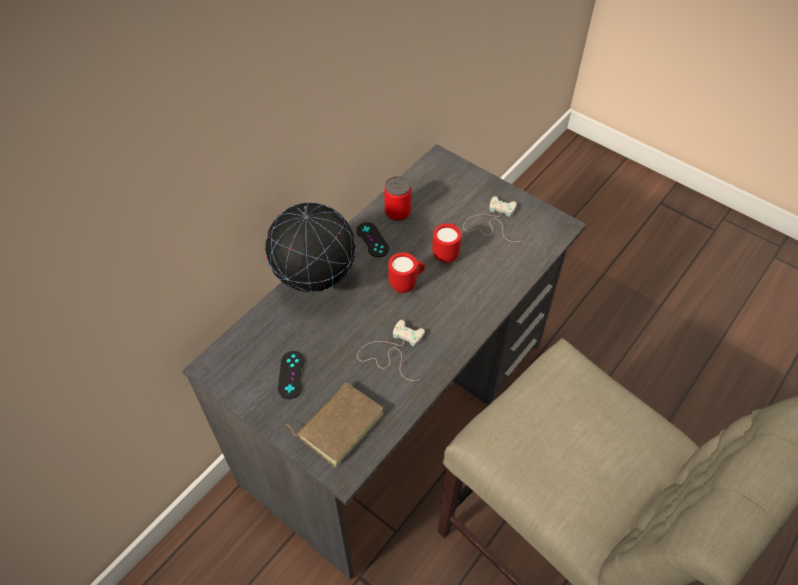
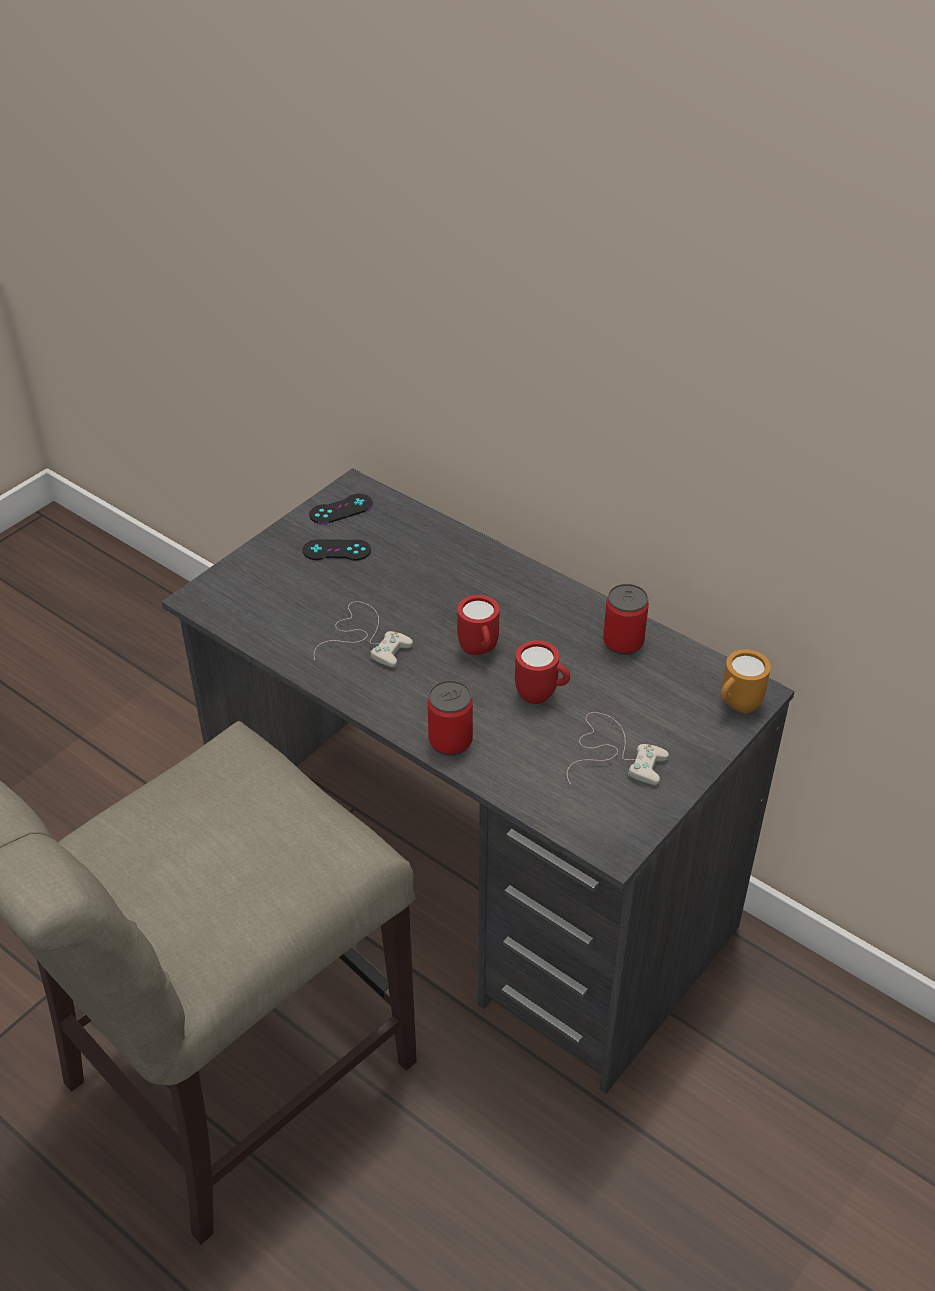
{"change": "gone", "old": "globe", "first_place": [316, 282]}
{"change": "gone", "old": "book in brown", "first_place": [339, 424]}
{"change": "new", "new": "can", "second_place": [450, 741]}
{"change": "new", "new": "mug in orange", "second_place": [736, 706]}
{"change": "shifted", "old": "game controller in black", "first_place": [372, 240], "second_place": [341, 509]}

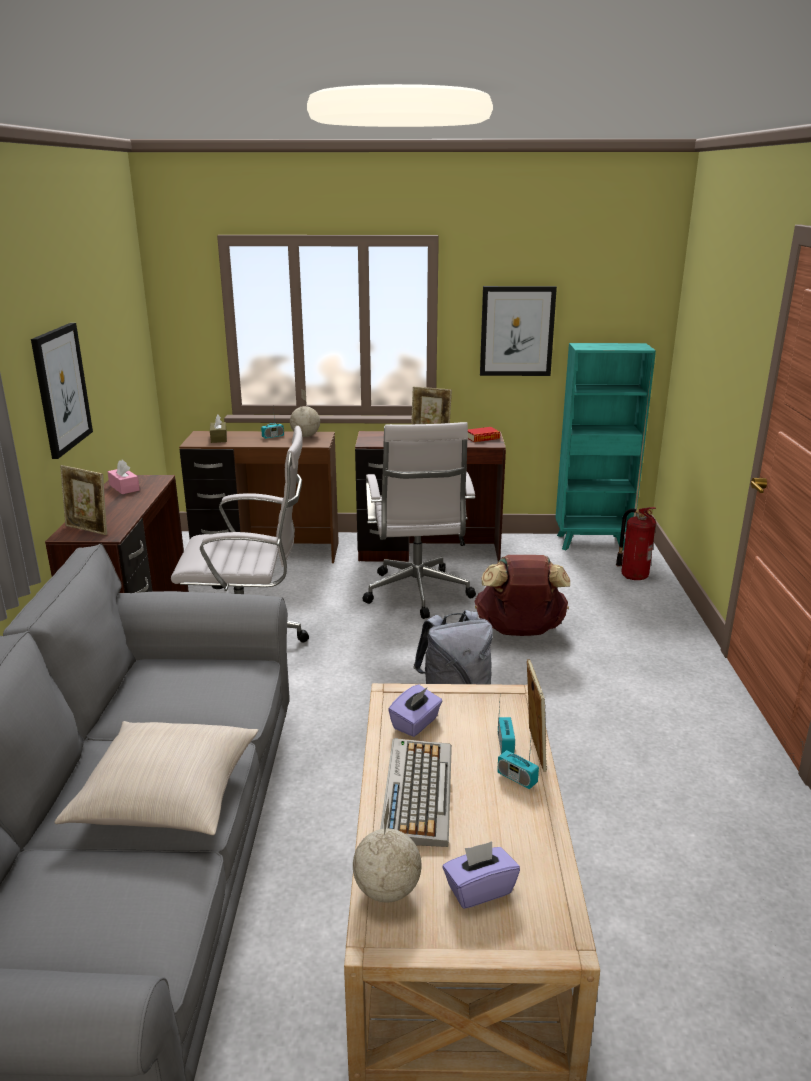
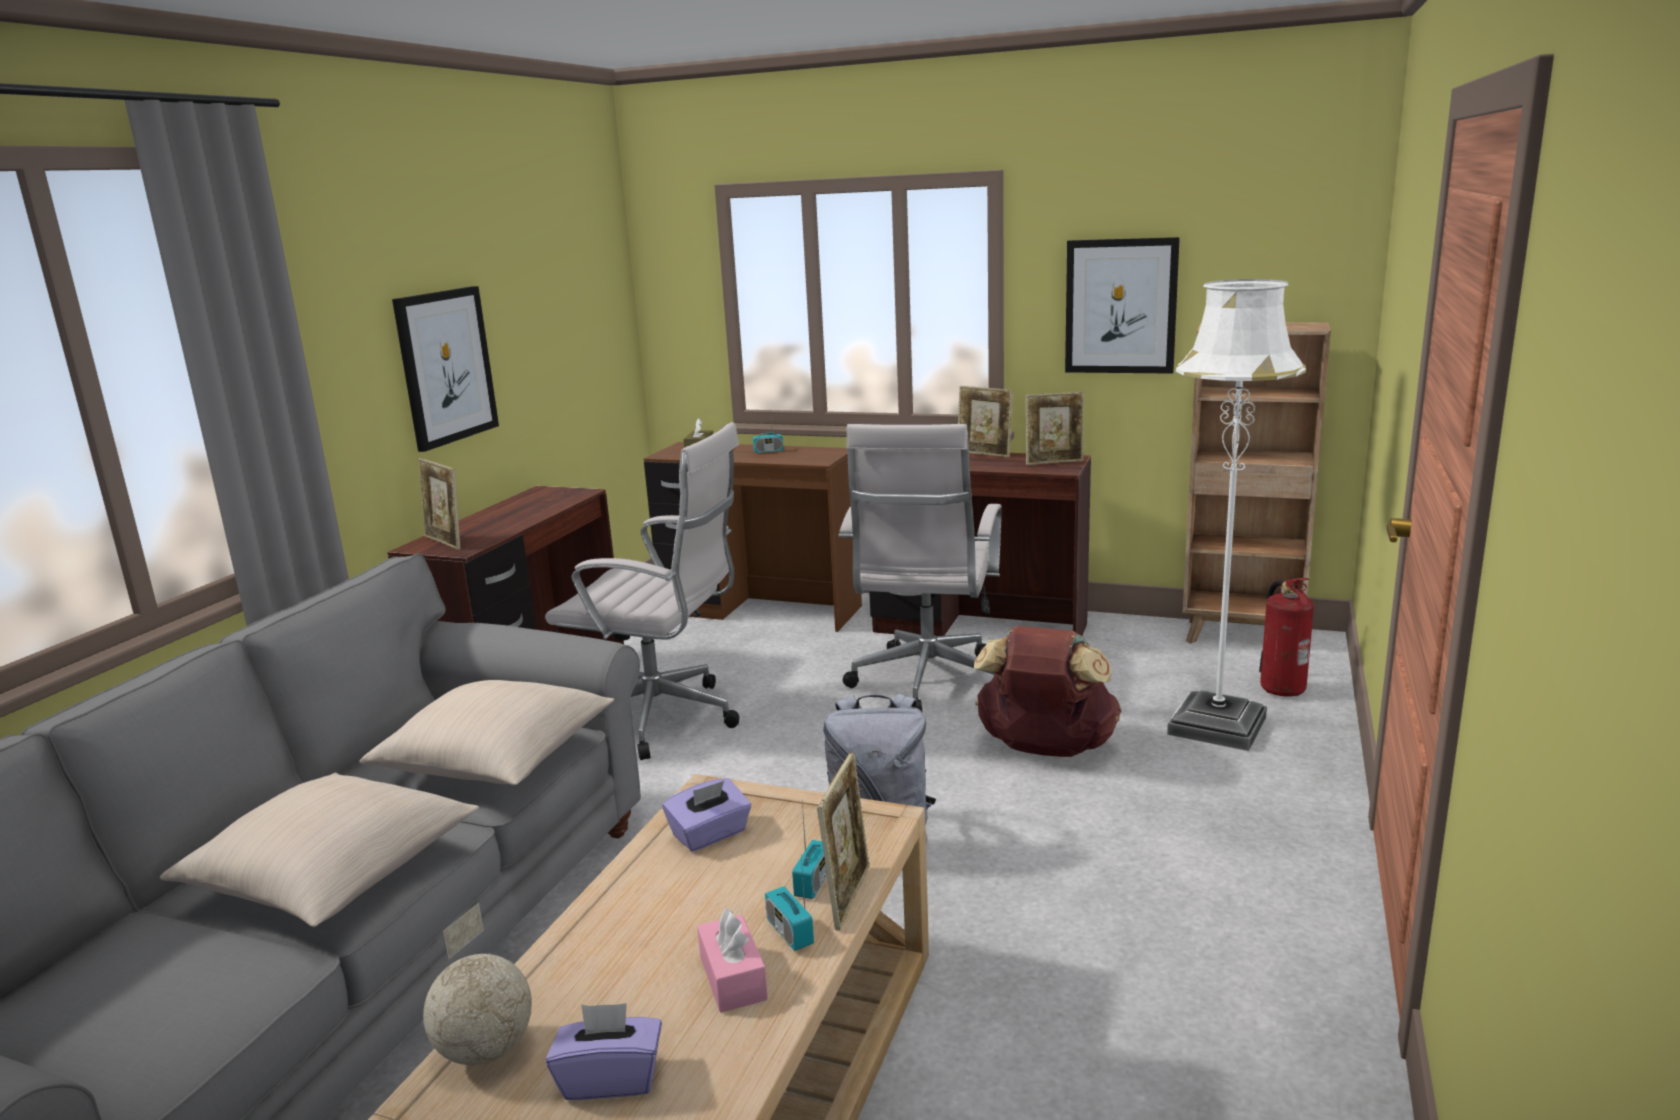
{"change": "gone", "old": "globe", "first_place": [305, 436]}
{"change": "gone", "old": "keyboard", "first_place": [416, 791]}
{"change": "new", "new": "pillow in beige", "second_place": [497, 760]}
{"change": "new", "new": "floor lamp in white", "second_place": [1217, 726]}
{"change": "shifted", "old": "tissue box in pink", "first_place": [124, 487], "second_place": [733, 978]}
{"change": "swapped", "old": "book", "new": "picture frame", "first_place": [482, 438], "second_place": [1054, 462]}
{"change": "repainted", "old": "bookcase in turquoise", "new": "bookcase in brown", "first_place": [592, 543], "second_place": [1242, 636]}

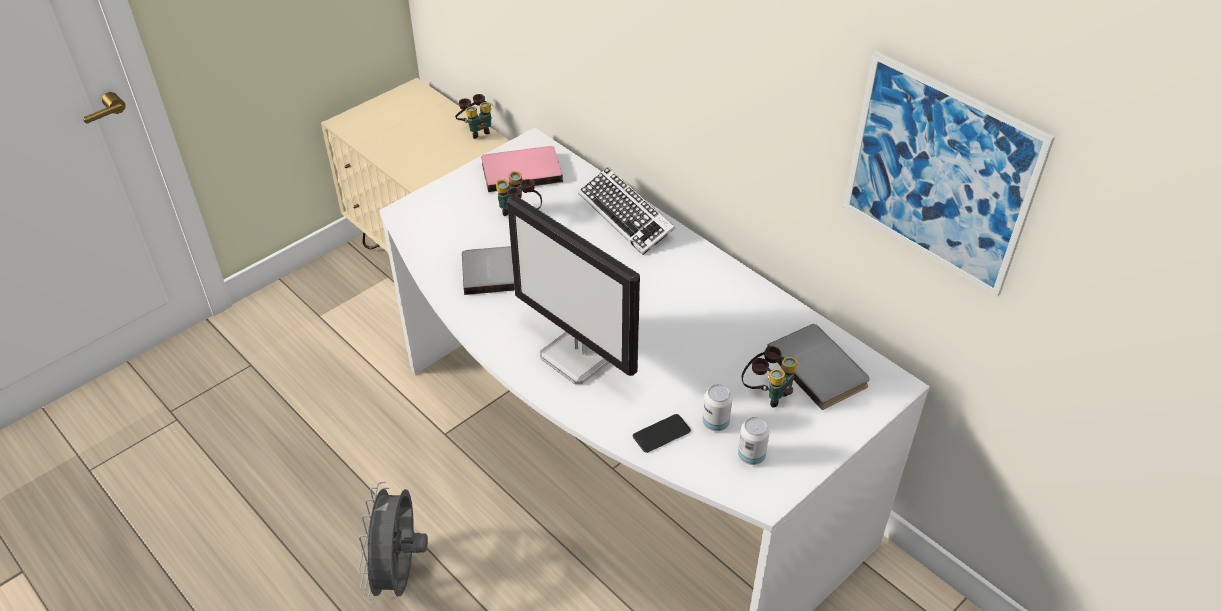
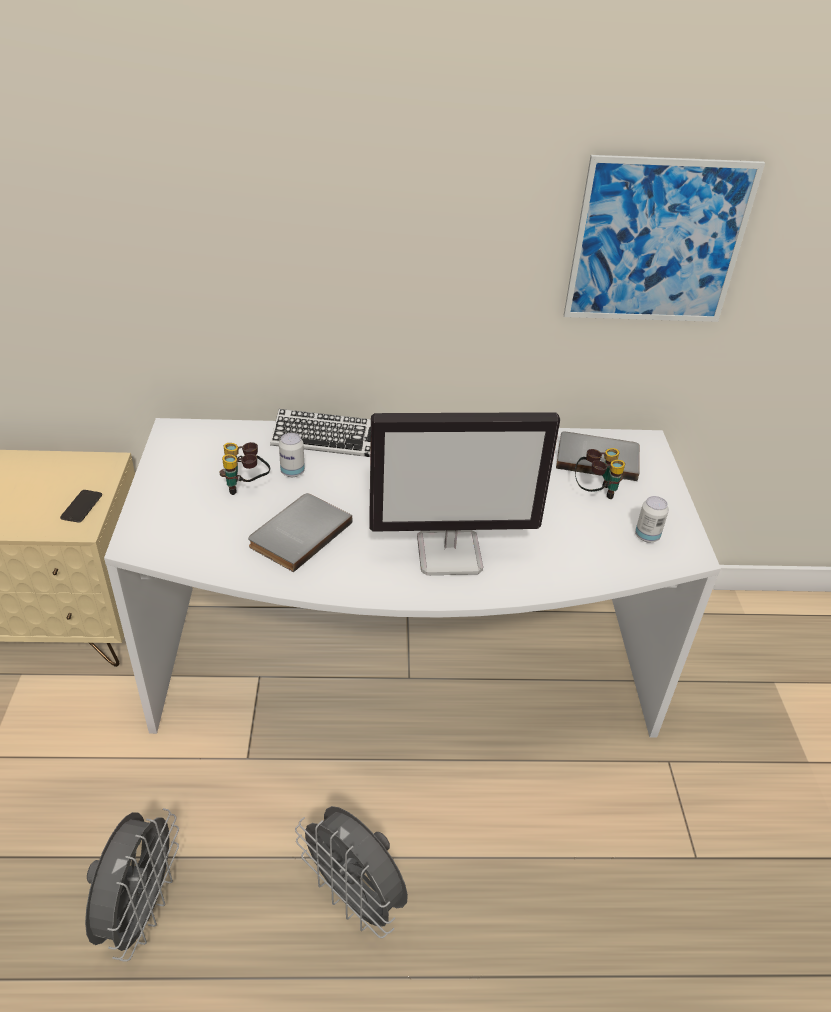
{"change": "gone", "old": "binoculars", "first_place": [477, 130]}
{"change": "gone", "old": "book in pink", "first_place": [521, 170]}
{"change": "new", "new": "fan in grey", "second_place": [140, 911]}
{"change": "shifted", "old": "phone", "first_place": [661, 434], "second_place": [81, 506]}
{"change": "shifted", "old": "can", "first_place": [715, 423], "second_place": [292, 472]}

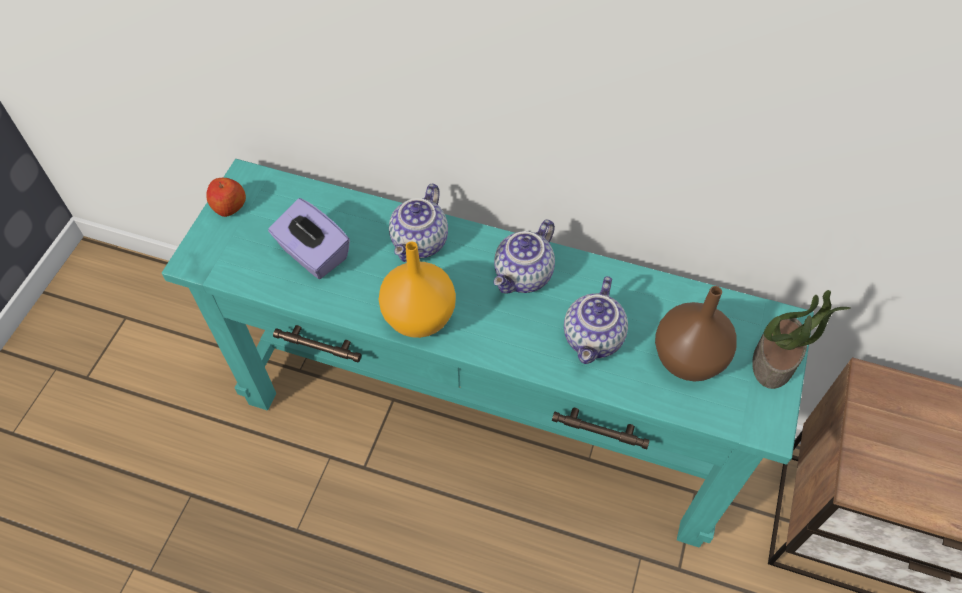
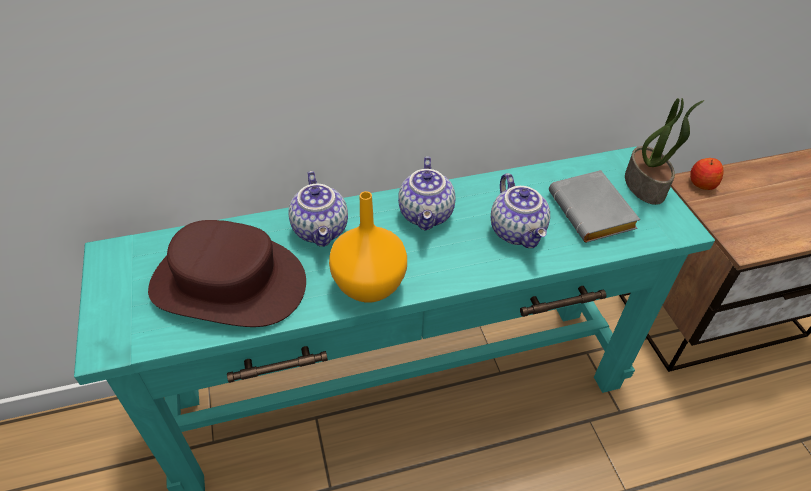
{"change": "shifted", "old": "apple", "first_place": [229, 206], "second_place": [701, 183]}
{"change": "swapped", "old": "tissue box in purple", "new": "hat in brown", "first_place": [313, 254], "second_place": [229, 283]}
{"change": "swapped", "old": "vase in brown", "new": "book in grey", "first_place": [688, 361], "second_place": [594, 213]}

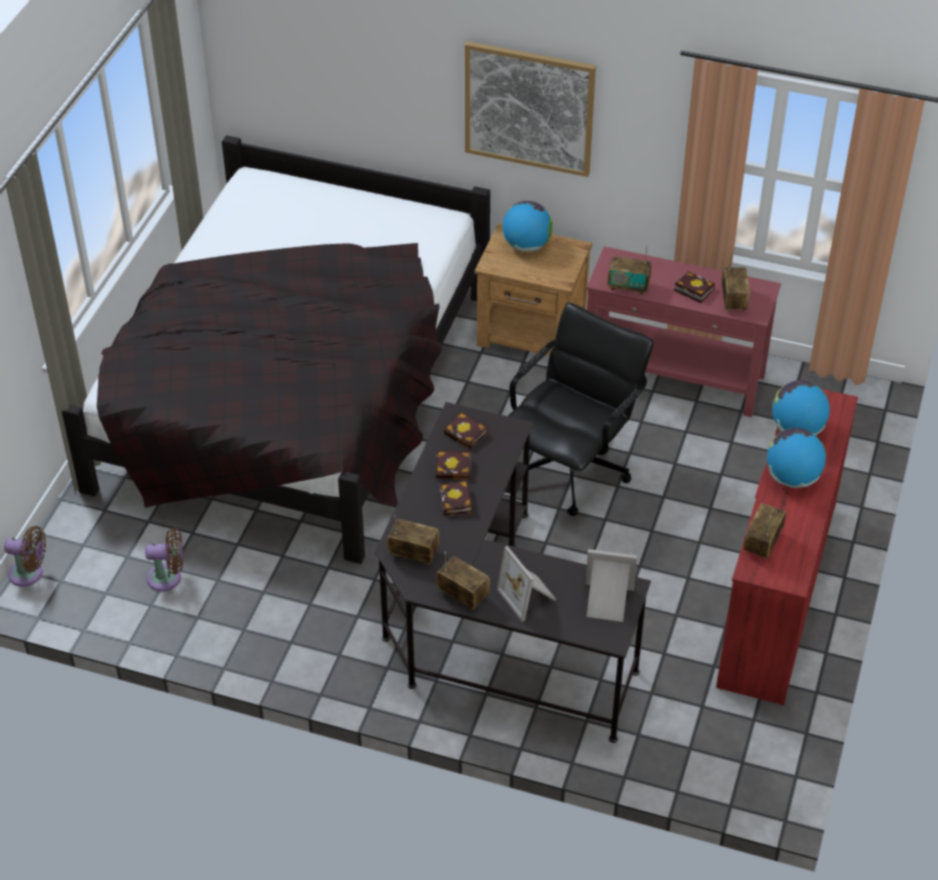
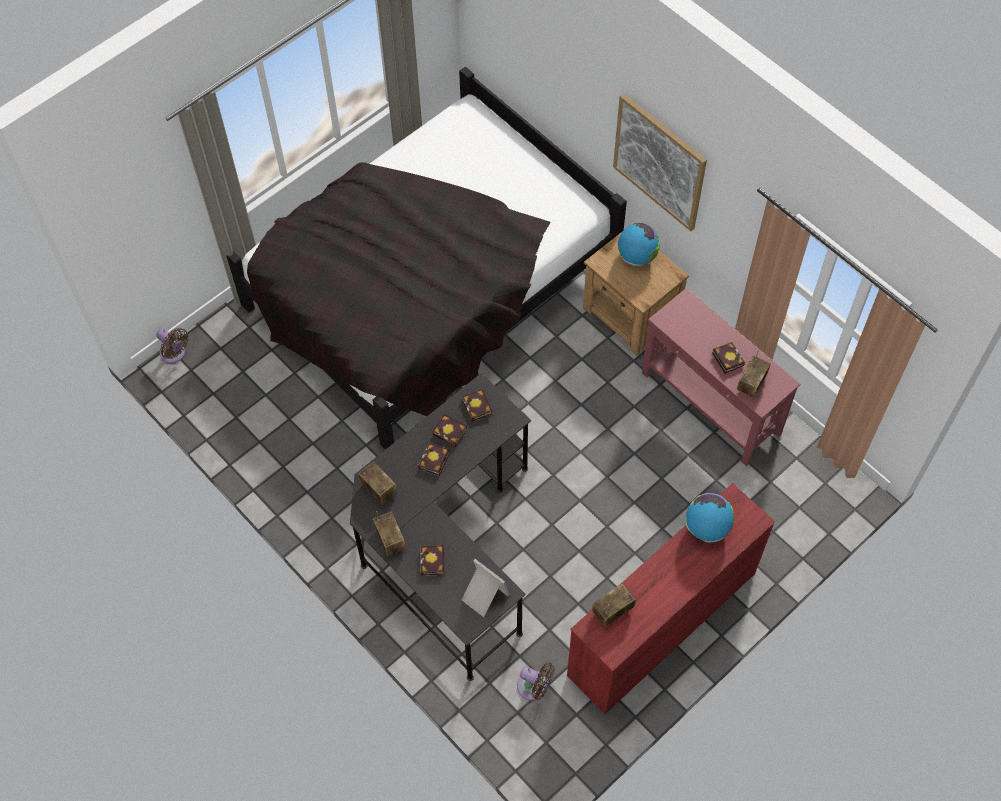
{"change": "gone", "old": "office chair in black", "first_place": [570, 469]}
{"change": "gone", "old": "radio", "first_place": [628, 286]}
{"change": "gone", "old": "globe", "first_place": [792, 477]}
{"change": "shifted", "old": "fan in brown", "first_place": [168, 577], "second_place": [534, 688]}
{"change": "swapped", "old": "picture frame", "new": "book", "first_place": [529, 596], "second_place": [433, 563]}

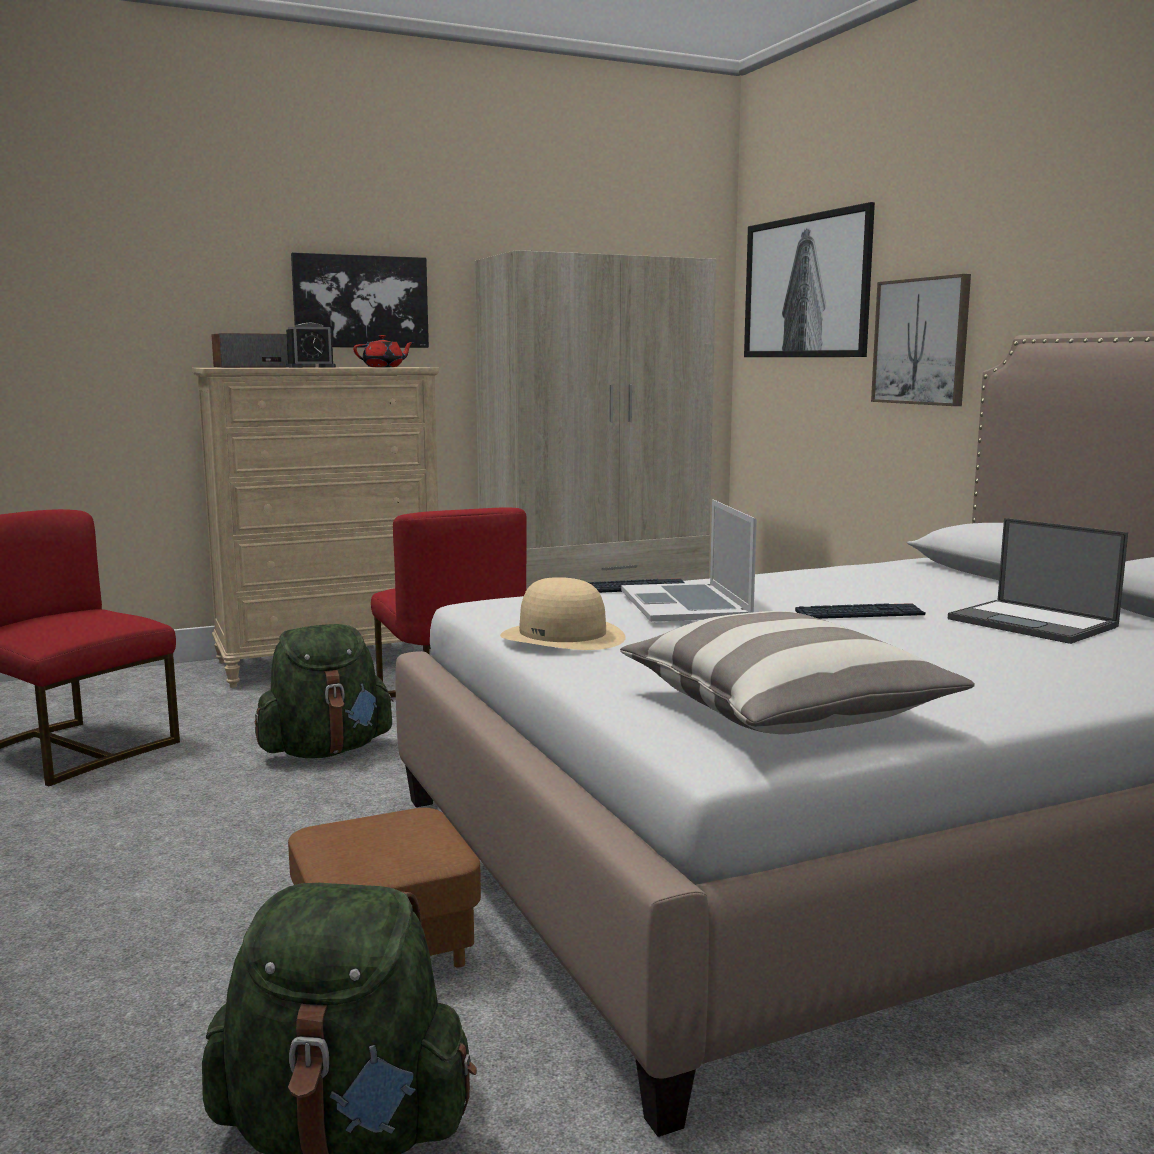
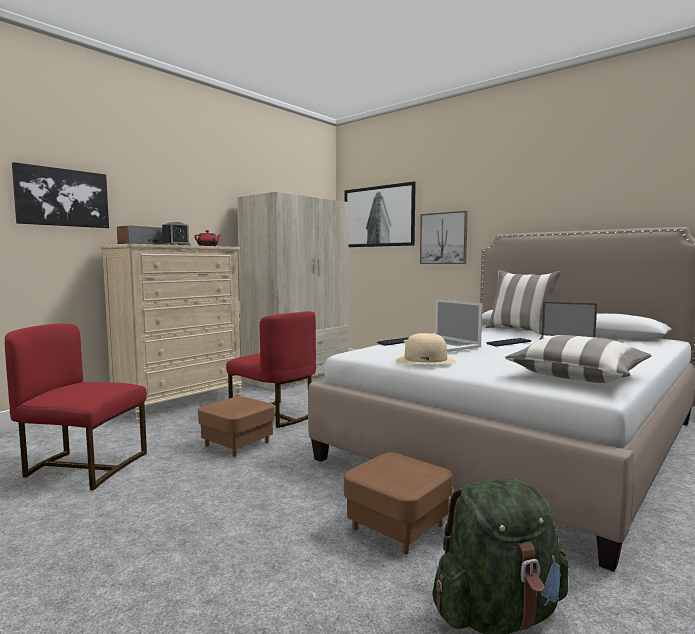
{"change": "new", "new": "pillow", "second_place": [520, 331]}
{"change": "shifted", "old": "picture", "first_place": [360, 301], "second_place": [62, 197]}
{"change": "swapped", "old": "backpack in green", "new": "ottoman in brown", "first_place": [326, 750], "second_place": [237, 444]}

